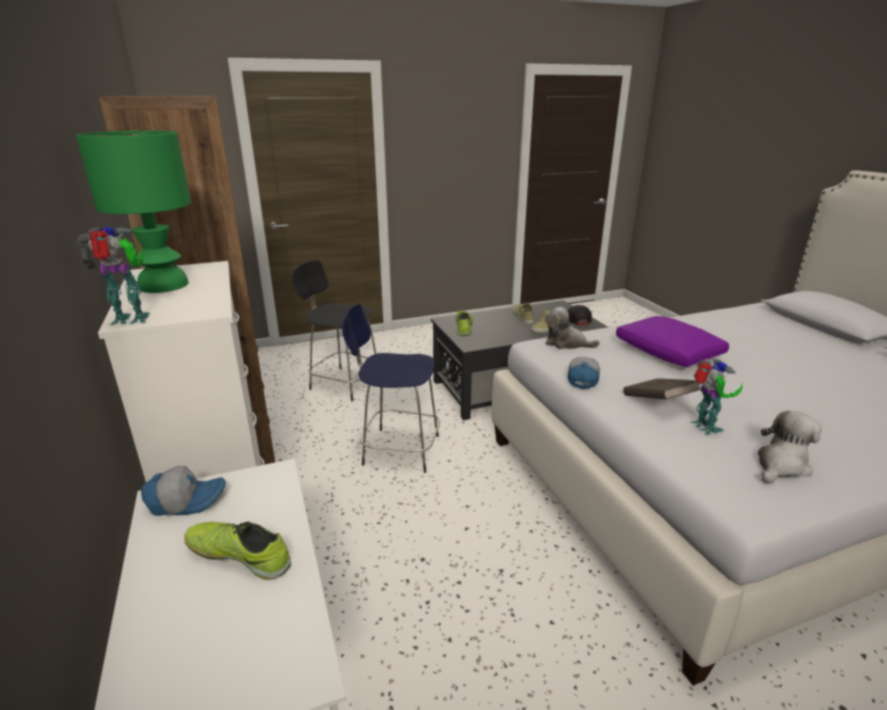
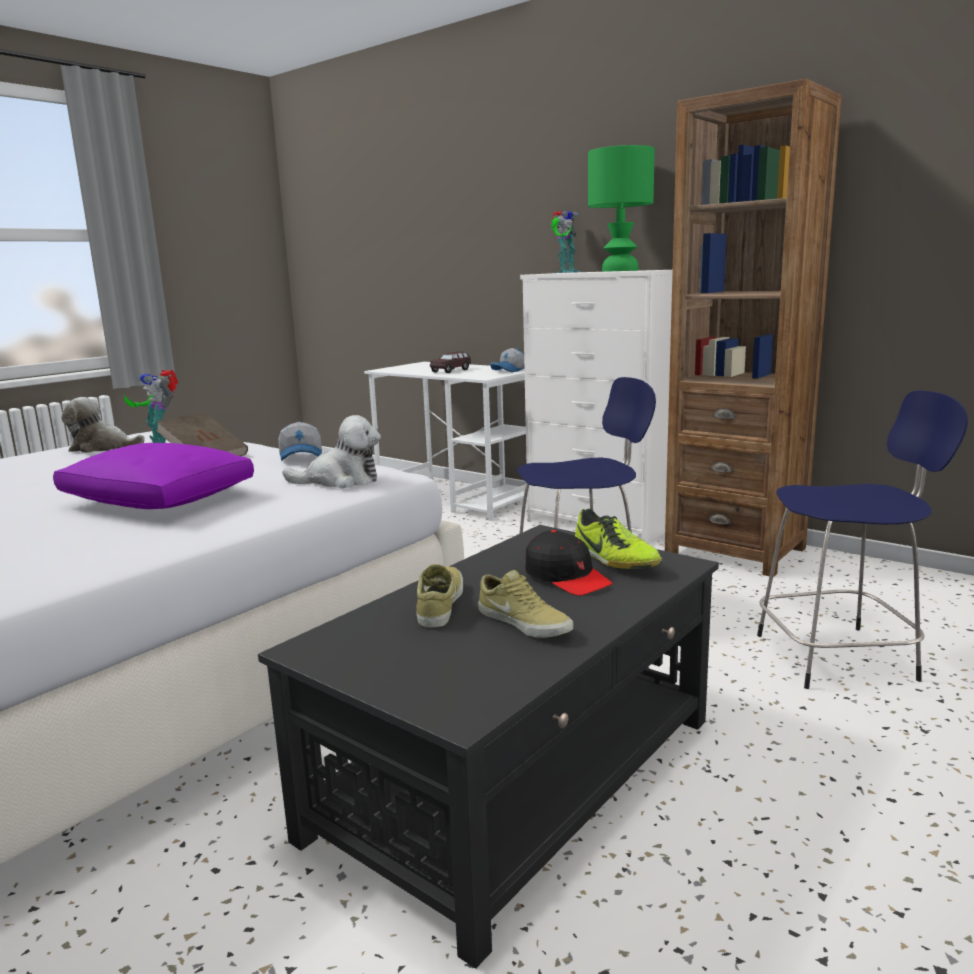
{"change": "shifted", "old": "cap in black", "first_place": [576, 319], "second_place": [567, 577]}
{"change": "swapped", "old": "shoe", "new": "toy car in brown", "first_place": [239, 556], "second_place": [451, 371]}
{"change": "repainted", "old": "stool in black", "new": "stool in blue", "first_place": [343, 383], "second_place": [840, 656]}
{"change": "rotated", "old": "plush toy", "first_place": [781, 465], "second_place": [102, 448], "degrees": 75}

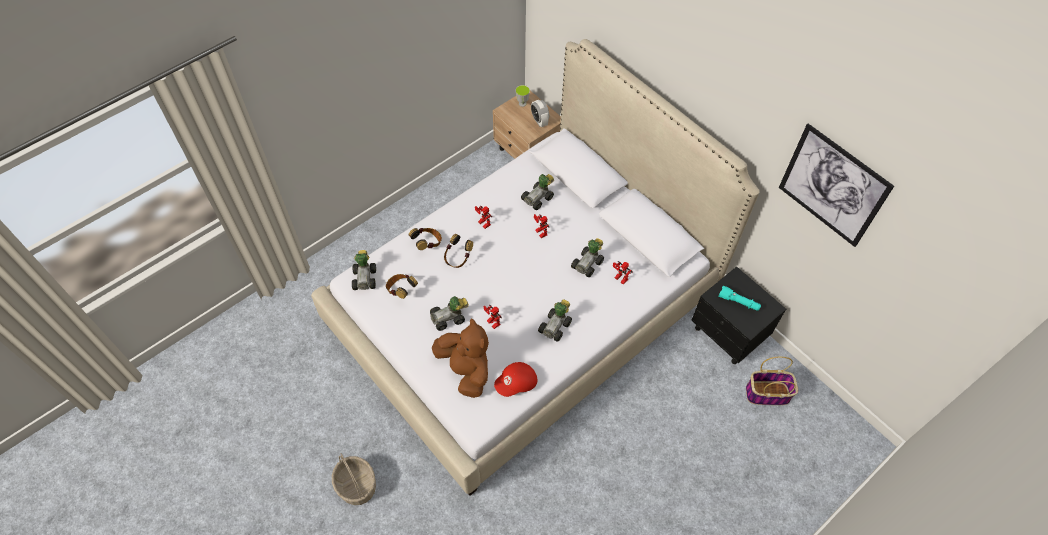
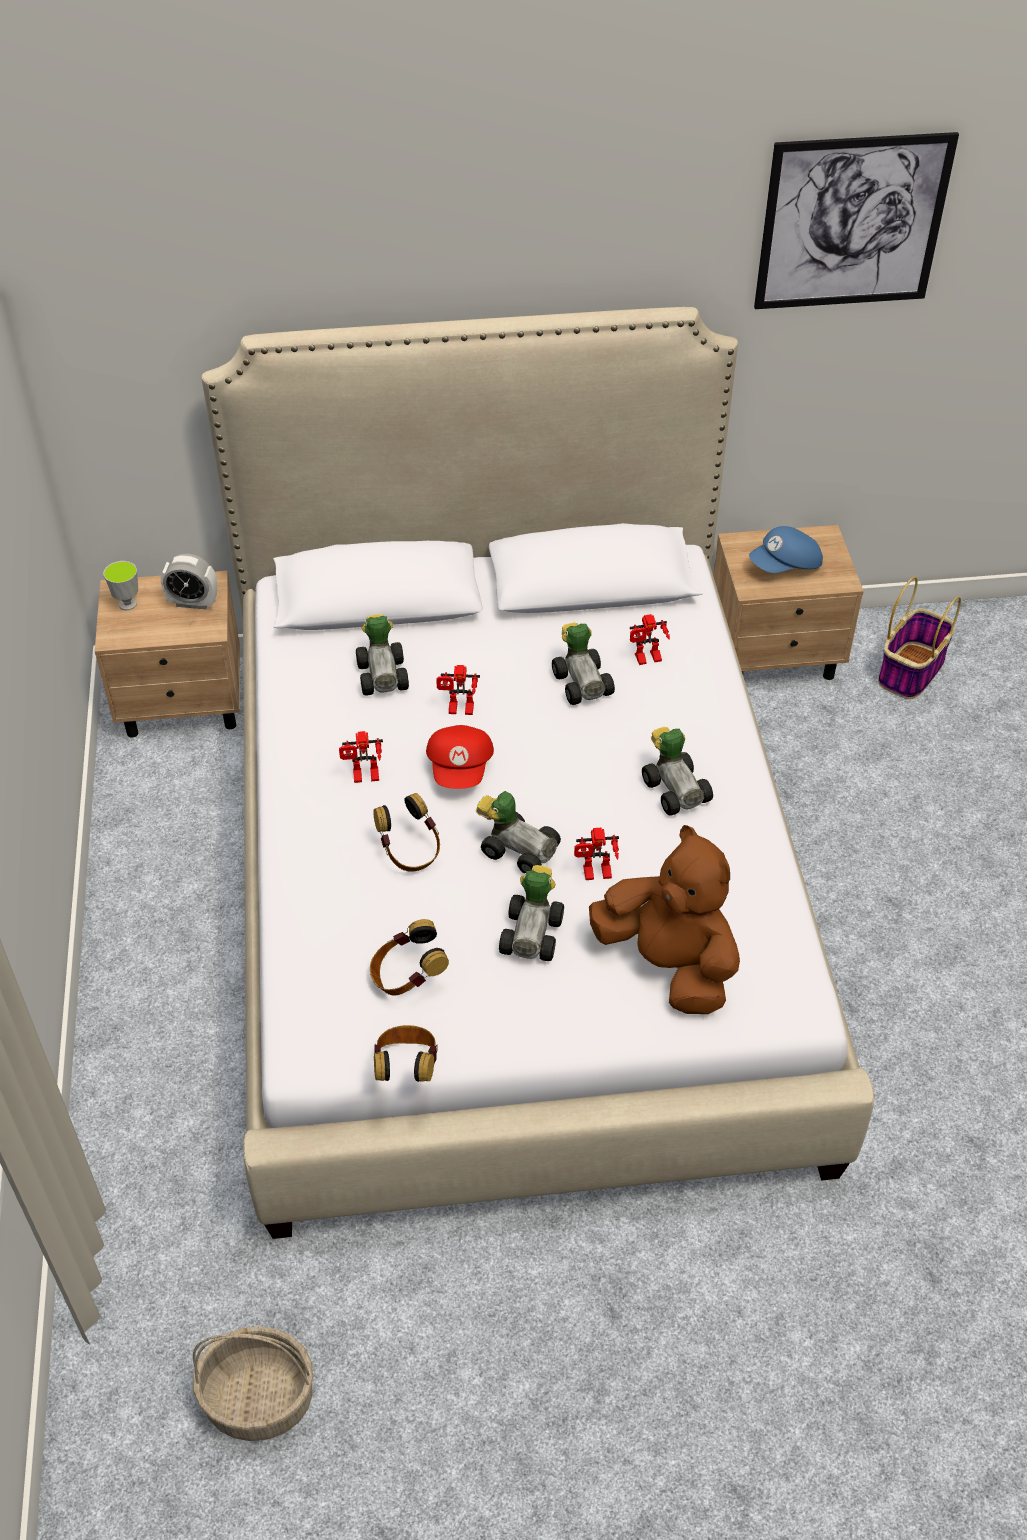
{"change": "shifted", "old": "basket", "first_place": [356, 485], "second_place": [258, 1399]}
{"change": "shifted", "old": "toy car", "first_place": [365, 277], "second_place": [517, 847]}
{"change": "shifted", "old": "headphones", "first_place": [427, 243], "second_place": [406, 1067]}
{"change": "shifted", "old": "cap in red", "first_place": [516, 383], "second_place": [461, 768]}
{"change": "swapped", "old": "flashlight in turquoise", "new": "cap in blue", "first_place": [738, 302], "second_place": [785, 566]}
{"change": "repainted", "old": "nightstand in black", "new": "nightstand in beige", "first_place": [728, 334], "second_place": [776, 655]}
{"change": "rotated", "old": "plush toy in brown", "first_place": [466, 370], "second_place": [668, 964], "degrees": 45}

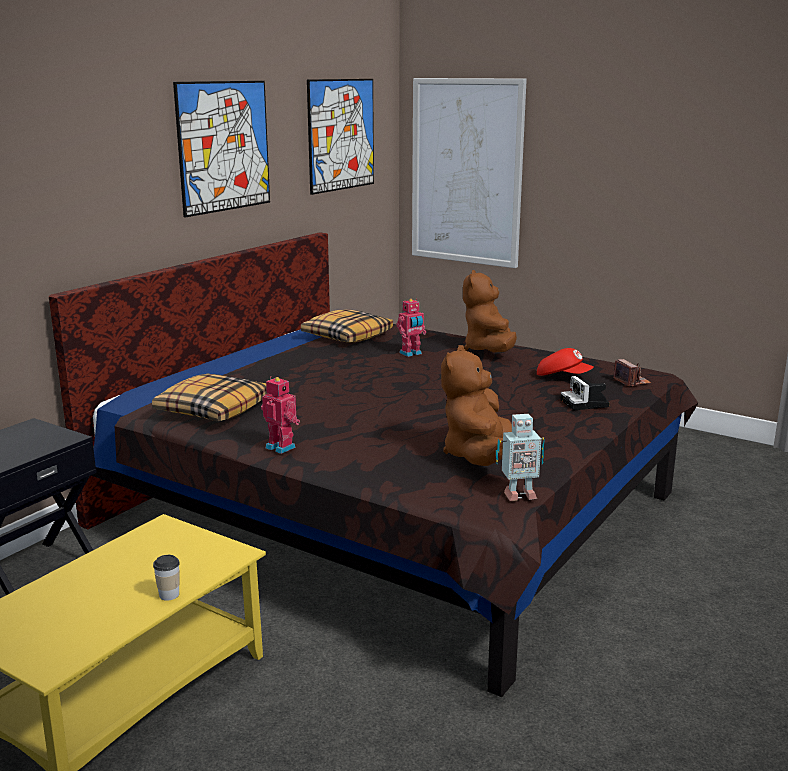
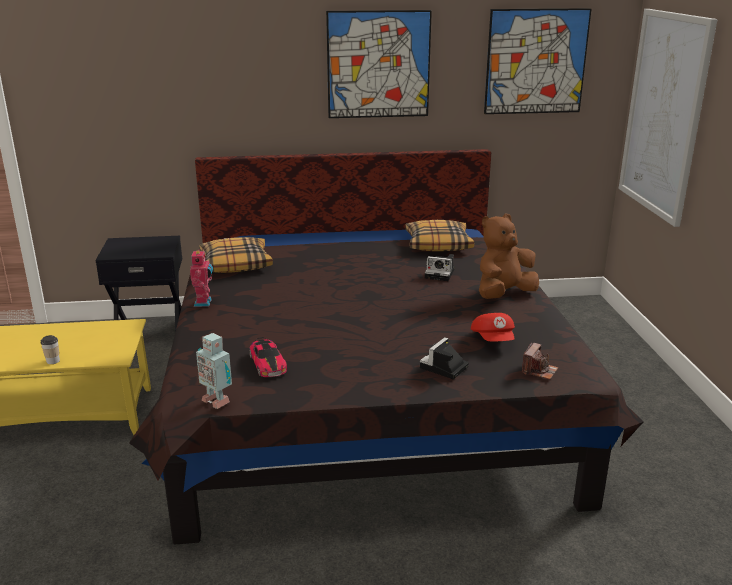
{"change": "swapped", "old": "toy robot", "new": "photo camera", "first_place": [411, 353], "second_place": [441, 274]}
{"change": "swapped", "old": "plush toy in brown", "new": "toy car", "first_place": [478, 456], "second_place": [267, 364]}

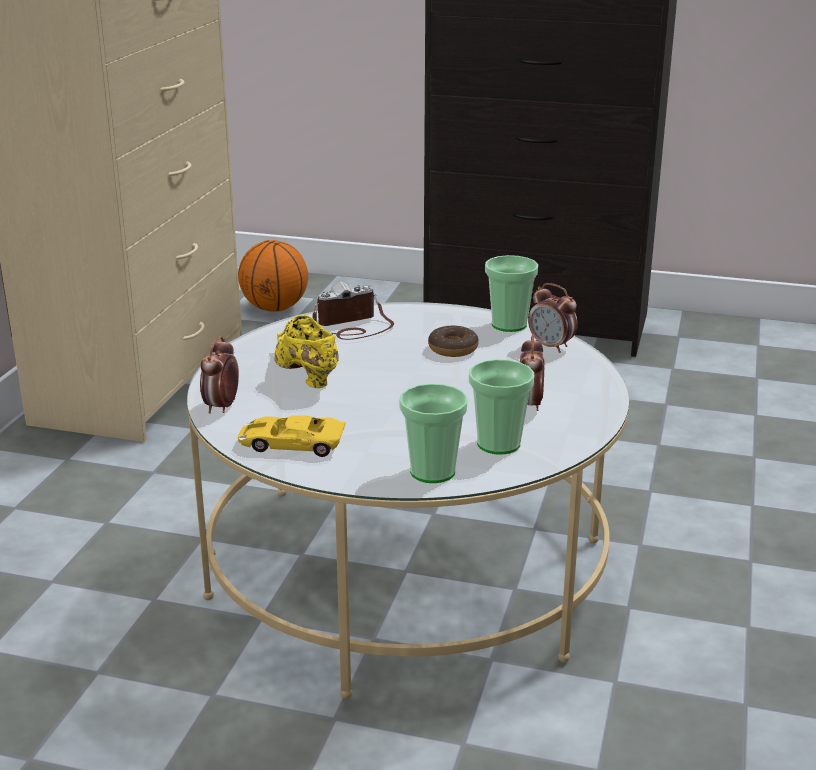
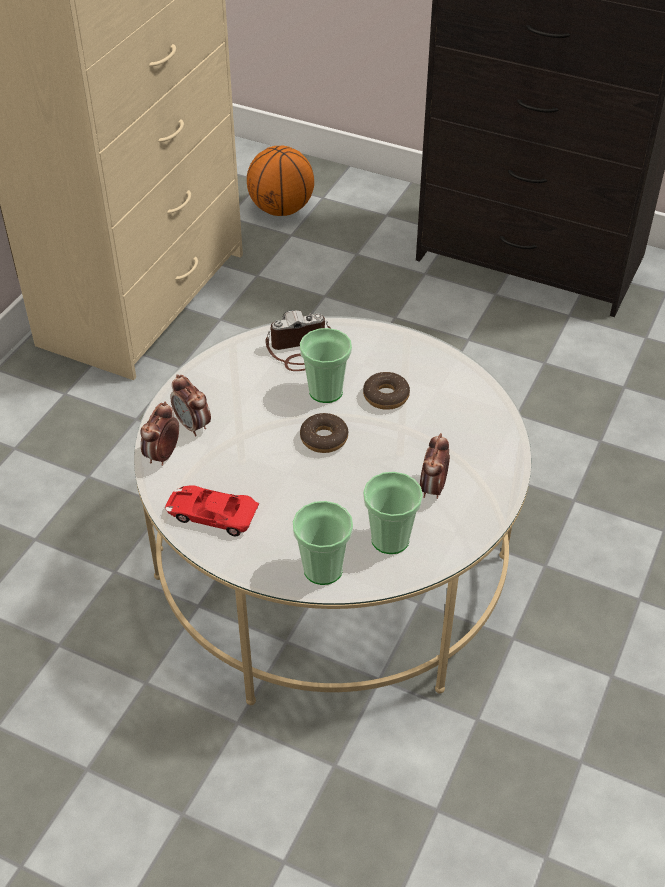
{"change": "gone", "old": "shoe in yellow", "first_place": [305, 375]}
{"change": "new", "new": "donut", "second_place": [324, 438]}
{"change": "shifted", "old": "cup", "first_place": [509, 325], "second_place": [326, 391]}
{"change": "shifted", "old": "alarm clock", "first_place": [551, 346], "second_place": [193, 426]}
{"change": "repainted", "old": "toy car in yellow", "new": "toy car in red", "first_place": [291, 443], "second_place": [211, 514]}

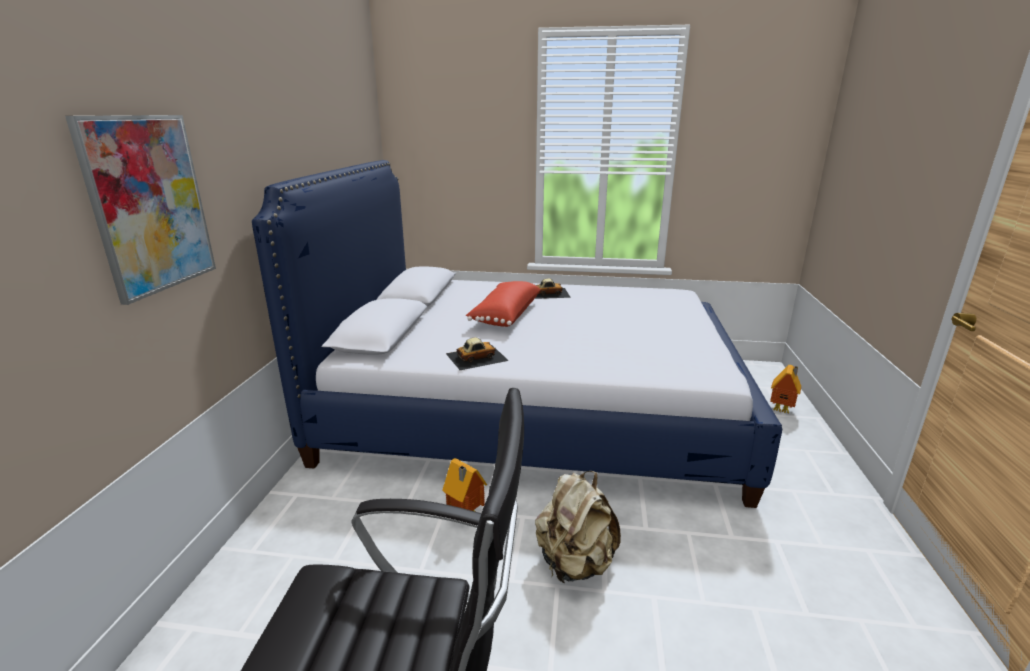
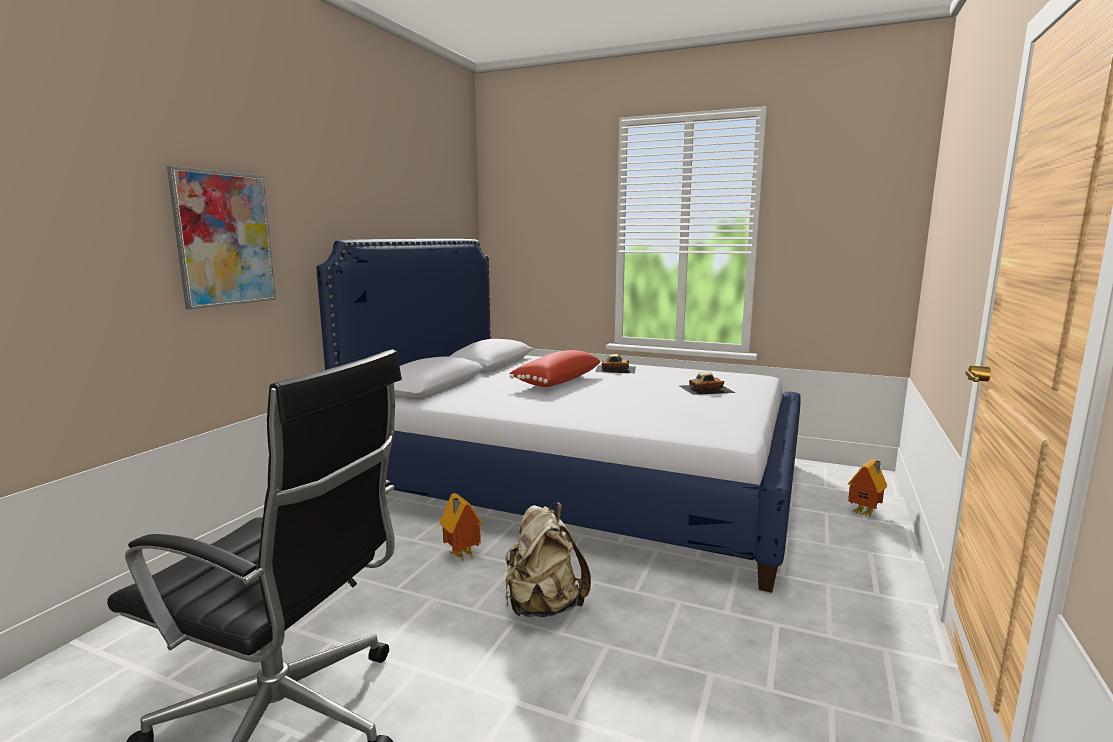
{"change": "shifted", "old": "toy car", "first_place": [476, 357], "second_place": [706, 389]}

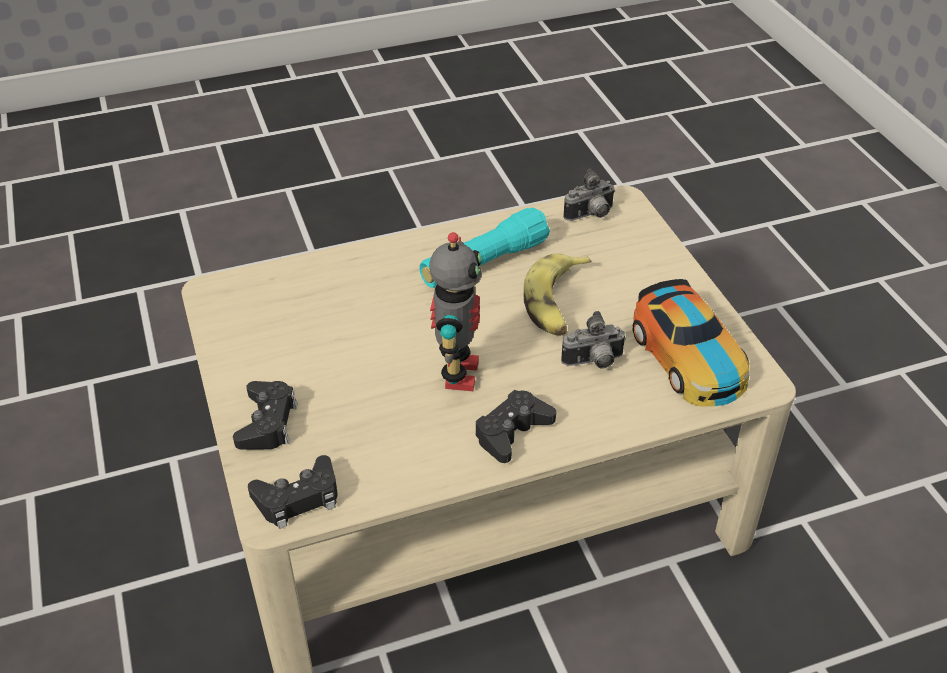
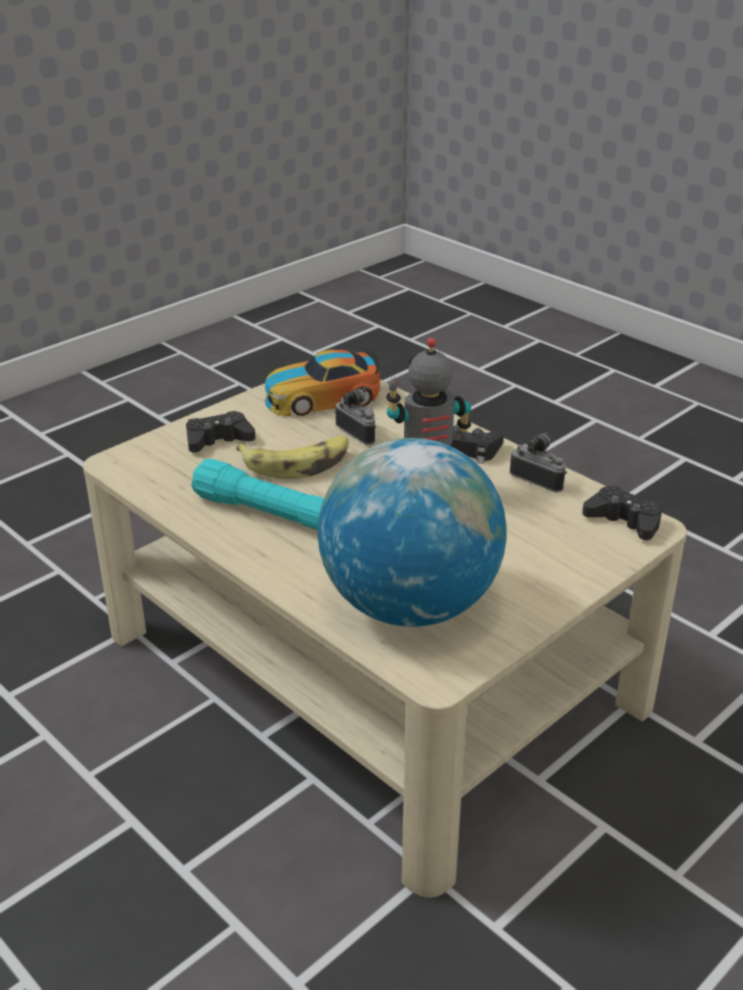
{"change": "new", "new": "globe", "second_place": [409, 605]}
{"change": "shifted", "old": "game controller in black", "first_place": [267, 422], "second_place": [218, 440]}
{"change": "shifted", "old": "photo camera", "first_place": [591, 215], "second_place": [539, 479]}
{"change": "rotated", "old": "toy car", "first_place": [689, 357], "second_place": [322, 397], "degrees": -150}

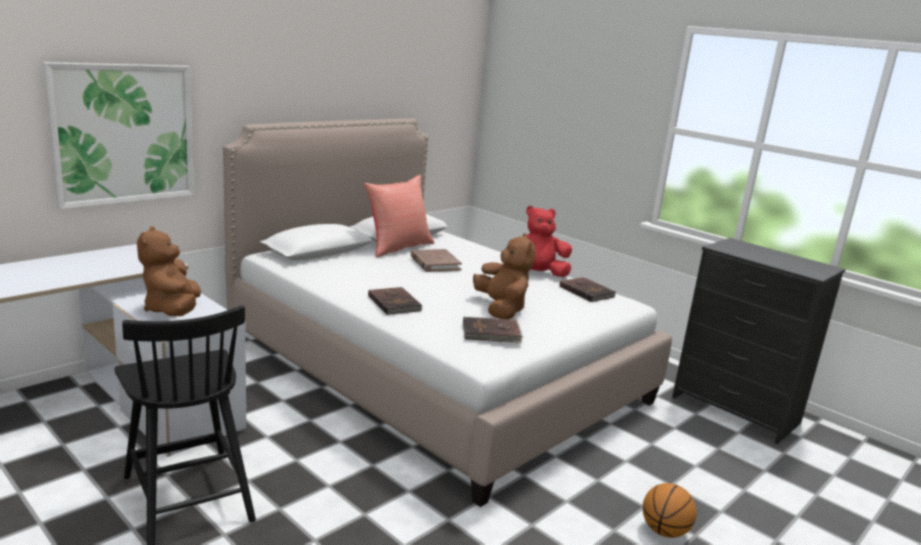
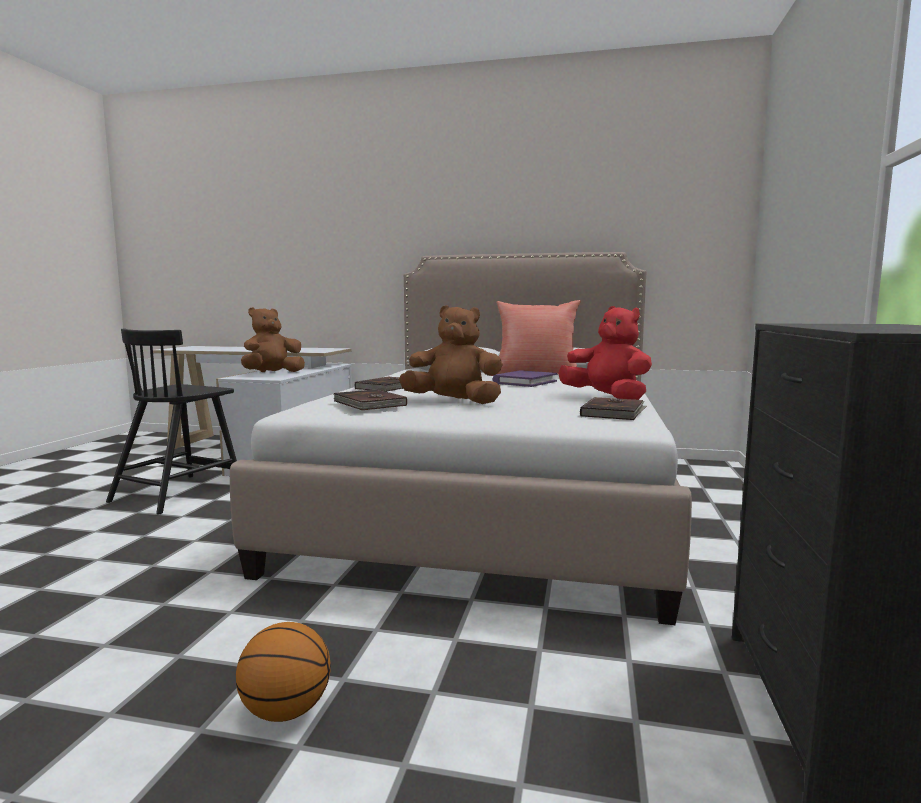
{"change": "gone", "old": "picture", "first_place": [124, 134]}
{"change": "repainted", "old": "book in brown", "new": "book in purple", "first_place": [435, 263], "second_place": [525, 382]}
{"change": "rotated", "old": "plush toy in brown", "first_place": [501, 309], "second_place": [454, 402], "degrees": -120}

